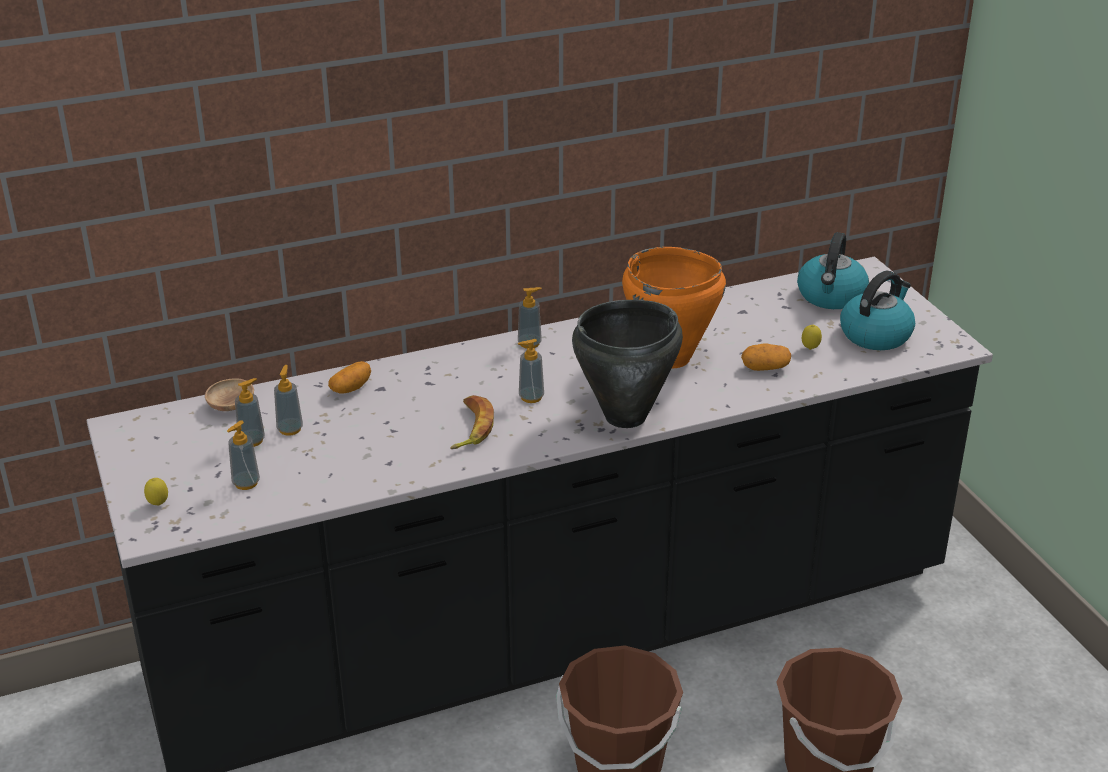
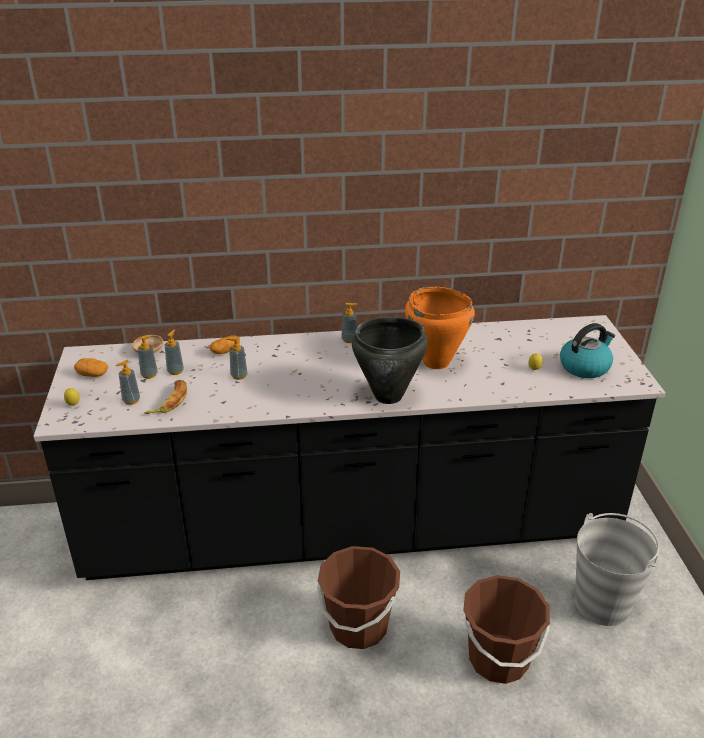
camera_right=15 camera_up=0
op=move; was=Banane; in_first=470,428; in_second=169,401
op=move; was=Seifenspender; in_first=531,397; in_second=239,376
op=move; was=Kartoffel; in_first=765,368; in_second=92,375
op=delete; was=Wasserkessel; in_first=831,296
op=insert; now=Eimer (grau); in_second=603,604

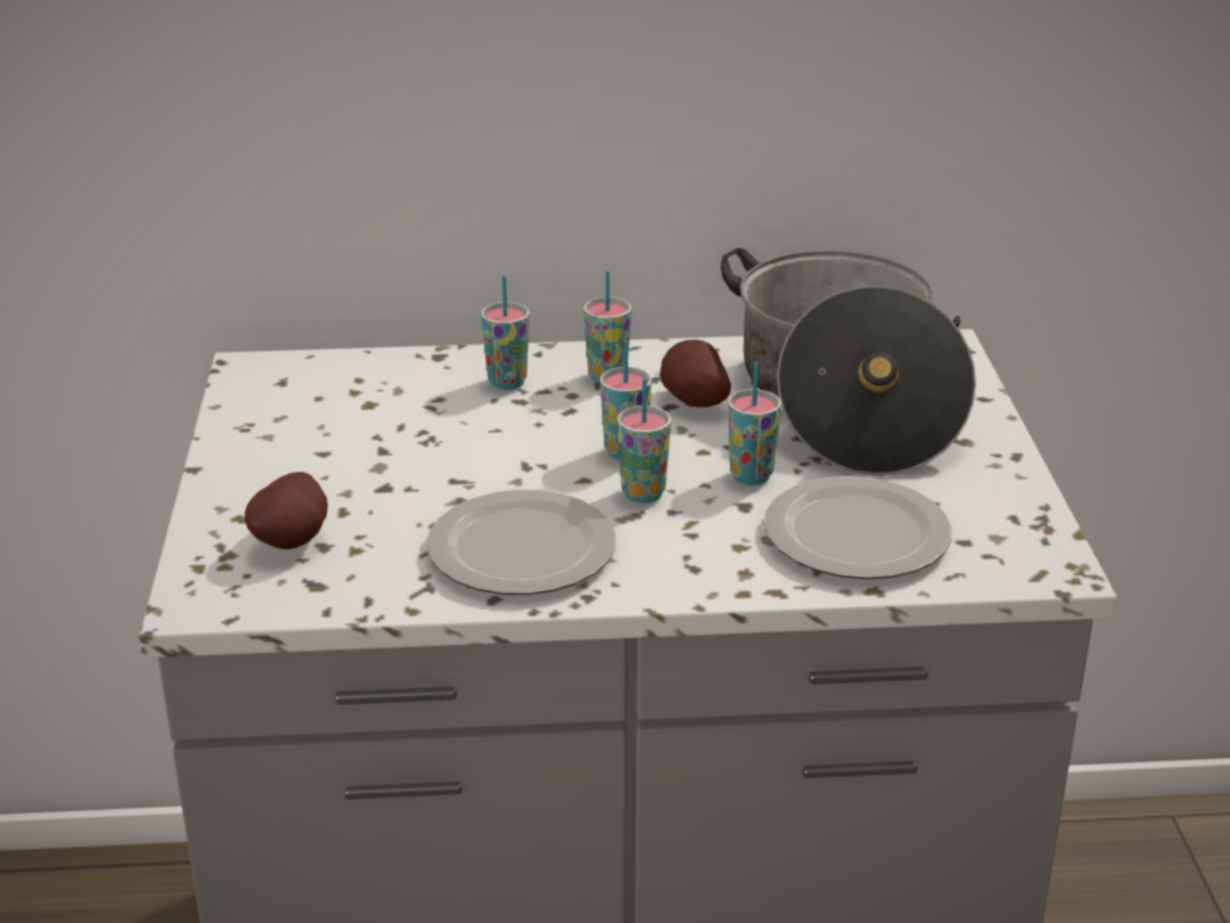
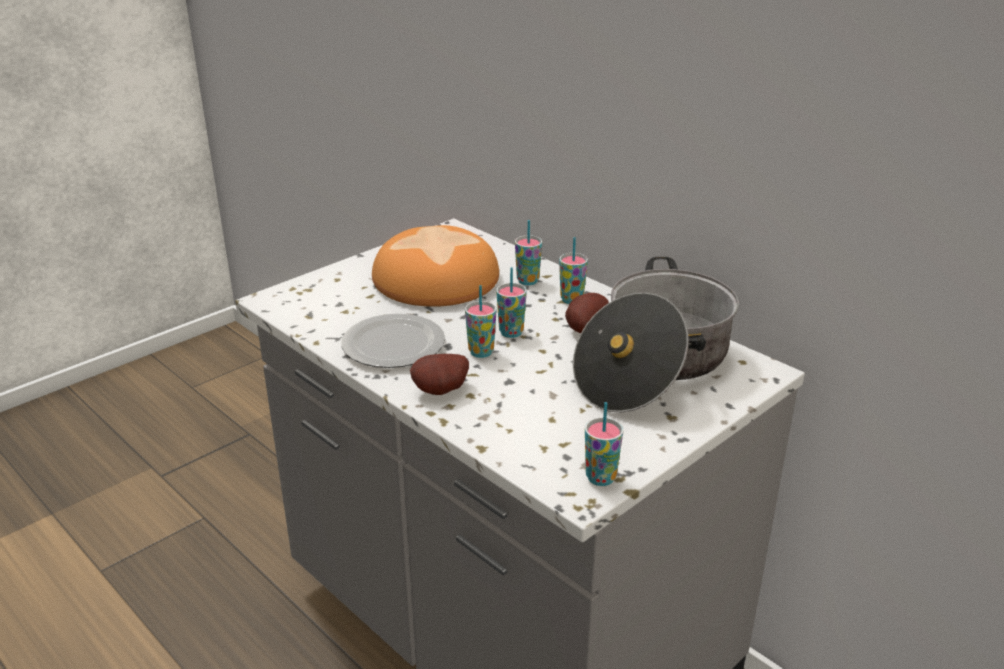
camera_right=50 camera_up=0
op=move; was=Kartoffel; in_first=295,542; in_second=442,392
op=move; was=Tasse; in_first=751,476; in_second=600,478
op=delete; was=Teller; in_first=855,537
op=insert; now=Brot; in_second=434,279

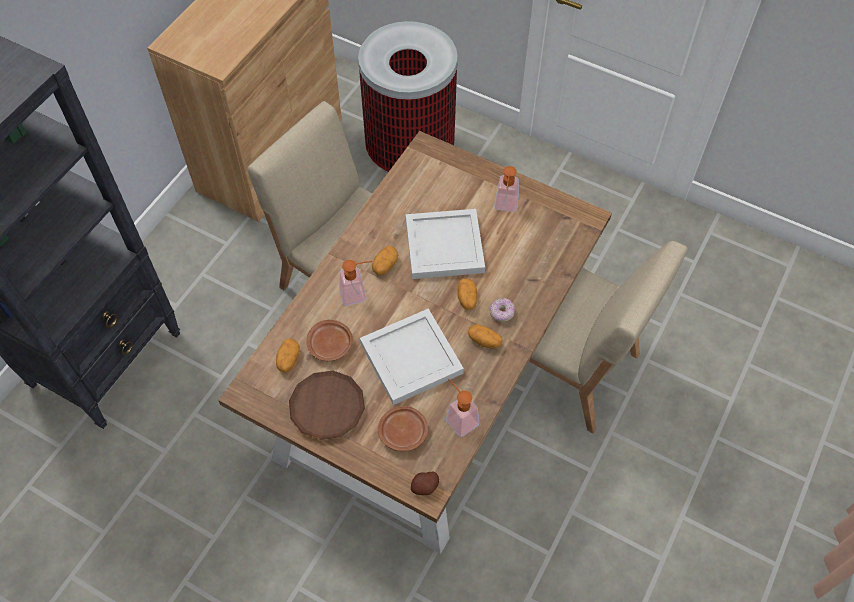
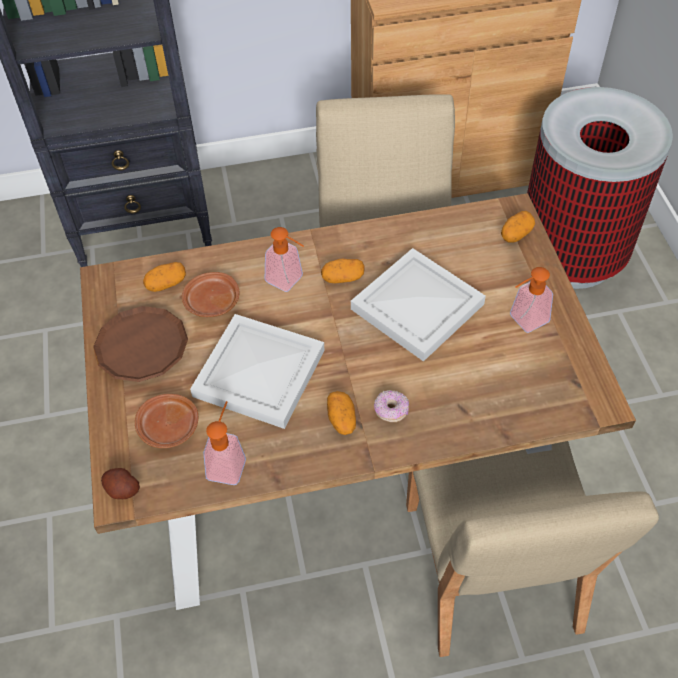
camera_right=50 camera_up=-5
op=move; was=Kartoffel; in_first=467,298; in_second=516,234

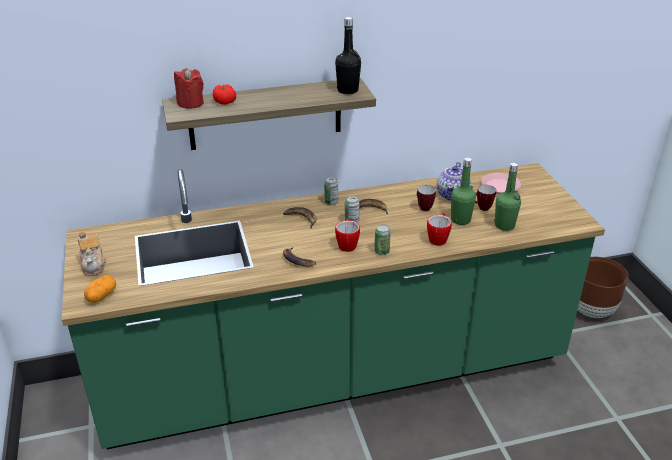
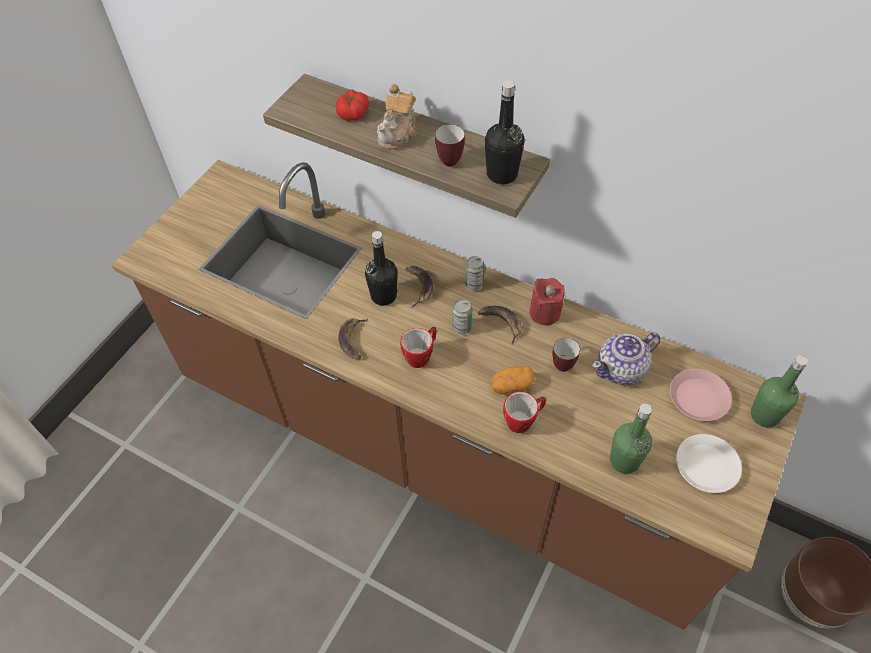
camera_right=45 camera_up=20
op=recolor; was=Küchenzeile (grün); now=Küchenzeile (braun); in_first=336,375; in_second=438,449
op=move; was=Teekanne; in_first=93,265; in_second=398,133
op=move; was=Kartoffel; in_first=101,296; in_second=511,386
op=move; was=Kerze (rot); in_first=190,103; in_second=545,312
op=delete; was=Dose; in_first=381,251
op=move; was=Flasche (grün); in_first=460,220; in_second=764,415
op=move; was=Henkelbecher; in_first=481,208; in_second=447,159
op=insert; now=Flasche (schwarz); in_second=383,296
op=insert; now=Teller (weiß); in_second=706,466

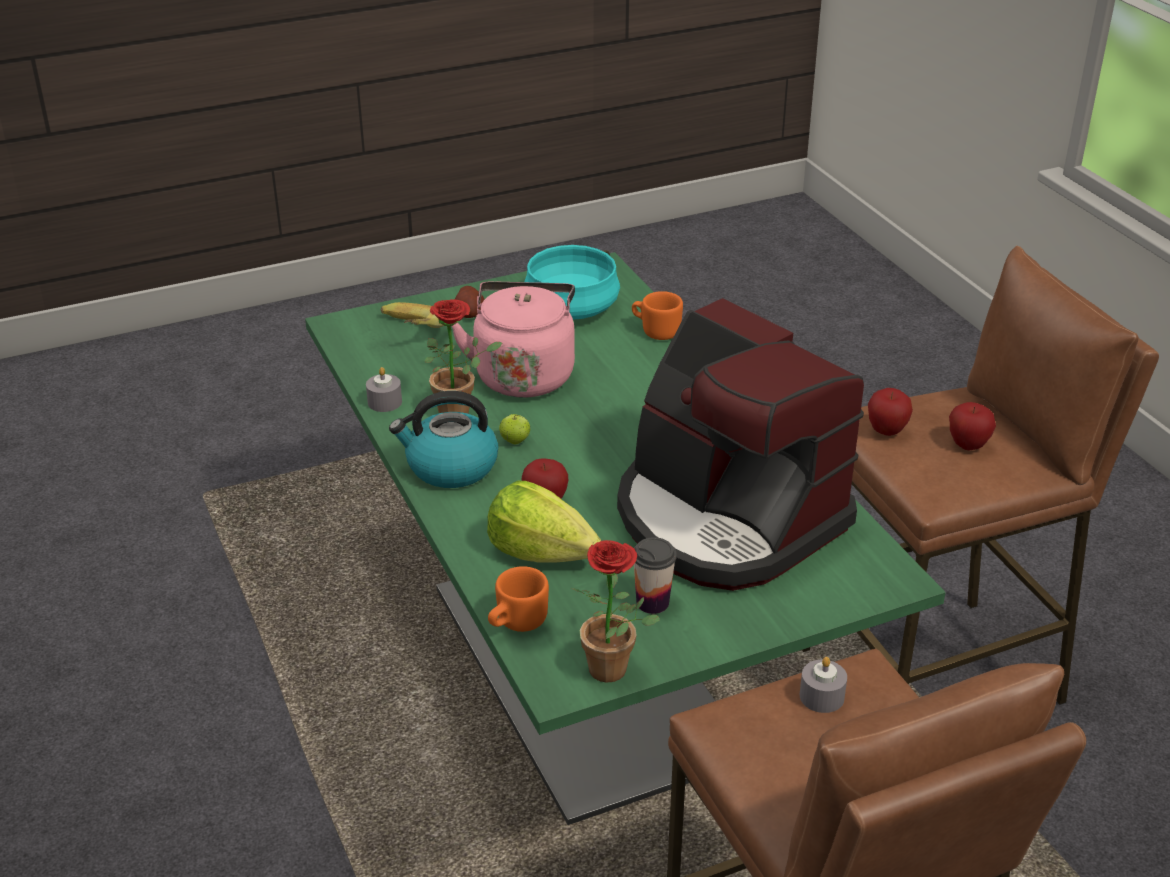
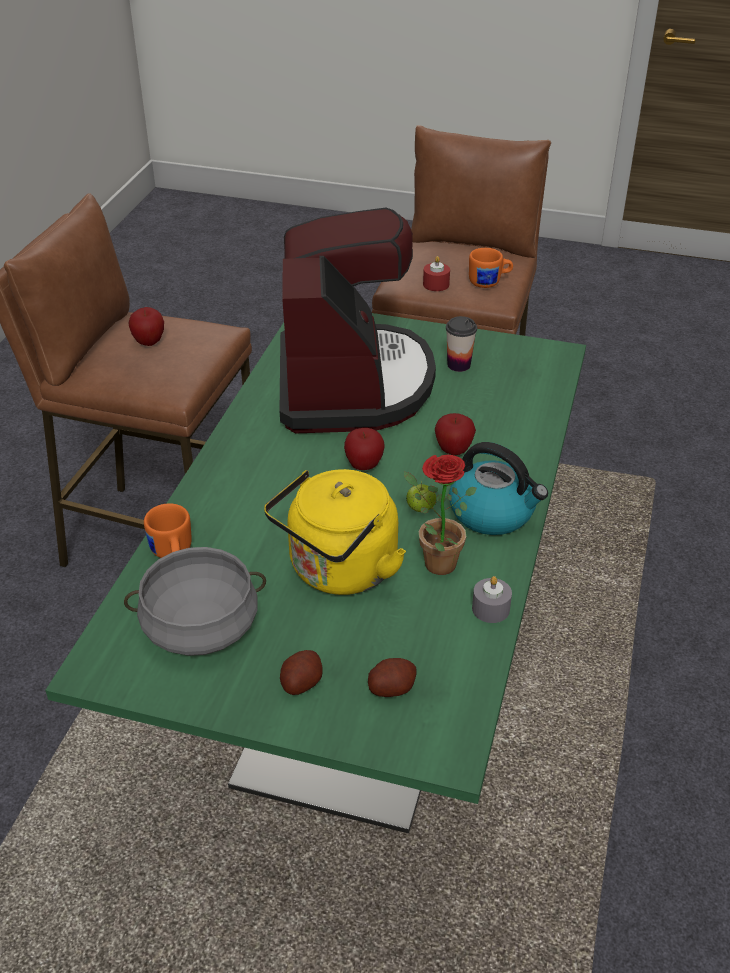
camera_right=-140 camera_up=5
op=replace; was=Banane; now=Kartoffel; in_first=408,335; in_second=391,688
op=recolor; was=Wasserkessel (rosa); now=Wasserkessel (gelb); in_first=524,374; in_second=339,571
op=delete; was=Salatkopf; in_first=540,552
op=move; was=Henkelbecher (orange); in_first=516,623; in_second=489,282
op=recolor; was=Kochtopf (türkis); now=Kochtopf (grau); in_first=572,309; in_second=201,626
op=delete; was=Topfpflanze; in_first=615,671
op=recolor; was=Kerze (grau); now=Kerze (rot); in_first=821,696; in_second=436,284
op=move; was=Apfel; in_first=886,431; in_second=364,466

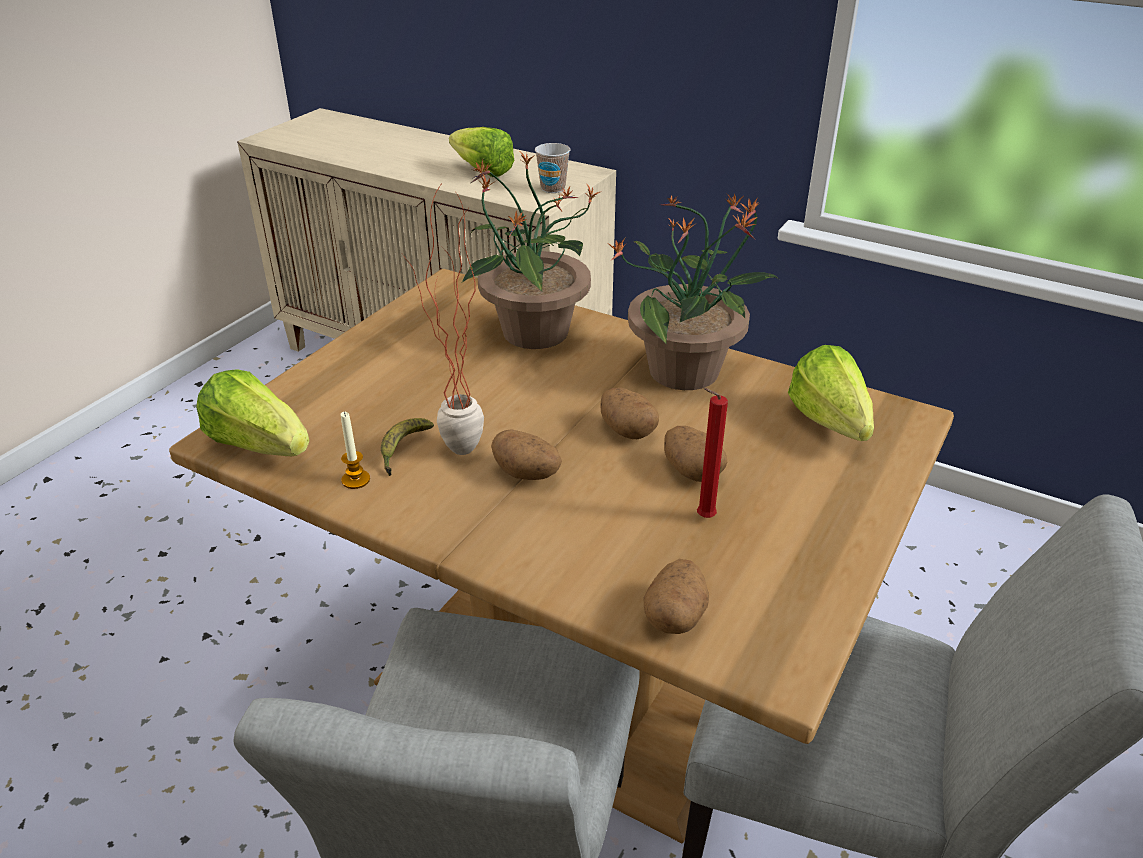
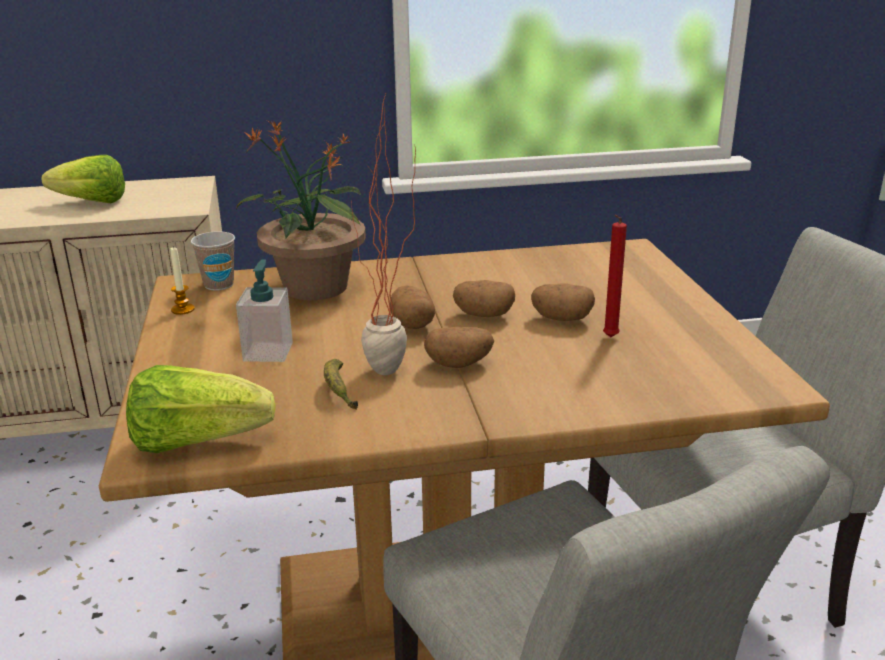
camera_right=-40 camera_up=-10
op=move; was=Kerze; in_first=356,480; in_second=183,309
op=move; was=Tasse; in_first=553,188; in_second=219,285
op=delete; was=Topfpflanze; in_first=686,371
op=move; was=Kartoffel; in_first=675,615; in_second=412,324
op=delete; was=Salatkopf; in_first=832,429
op=insert; now=Seifenspender; in_second=268,352

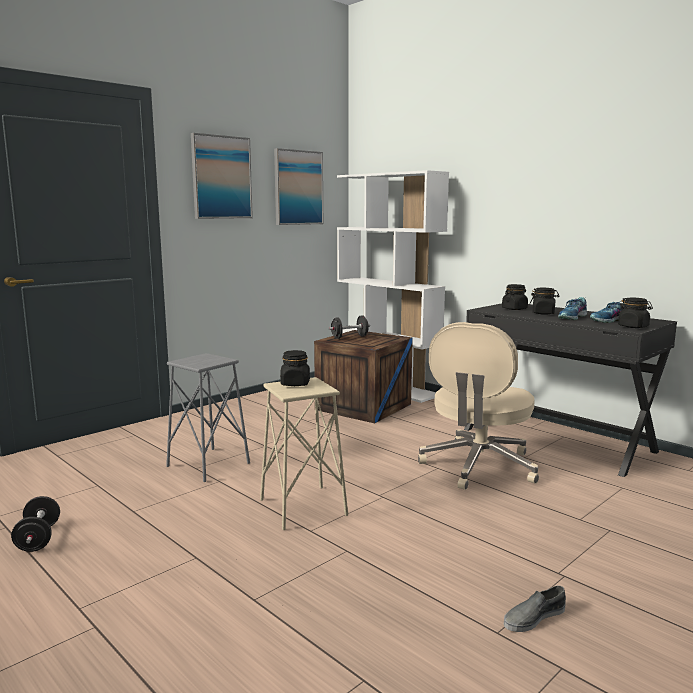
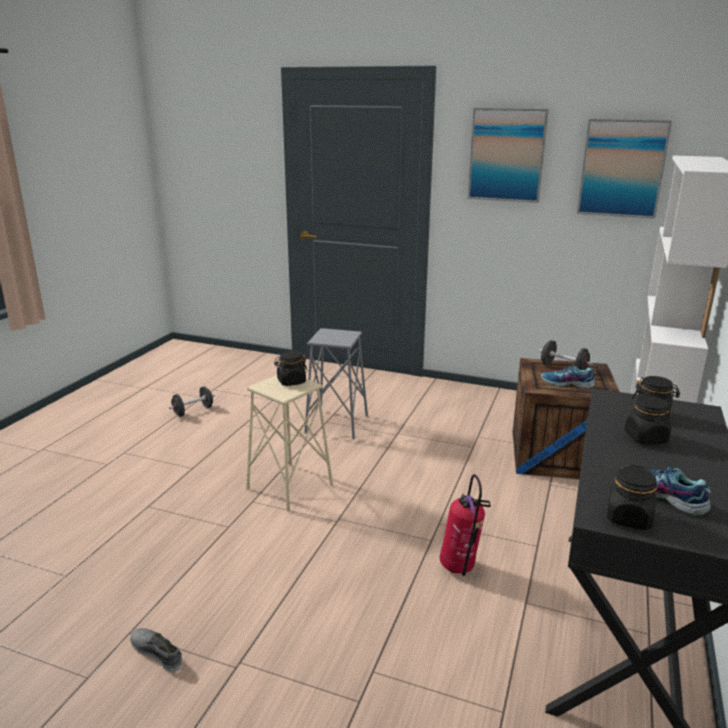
camera_right=65 camera_up=10
op=replace; was=Bürostuhl (beige); now=Feuerlöscher; in_first=478,466; in_second=460,568
op=move; was=Schuh; in_first=573,317; in_second=567,384

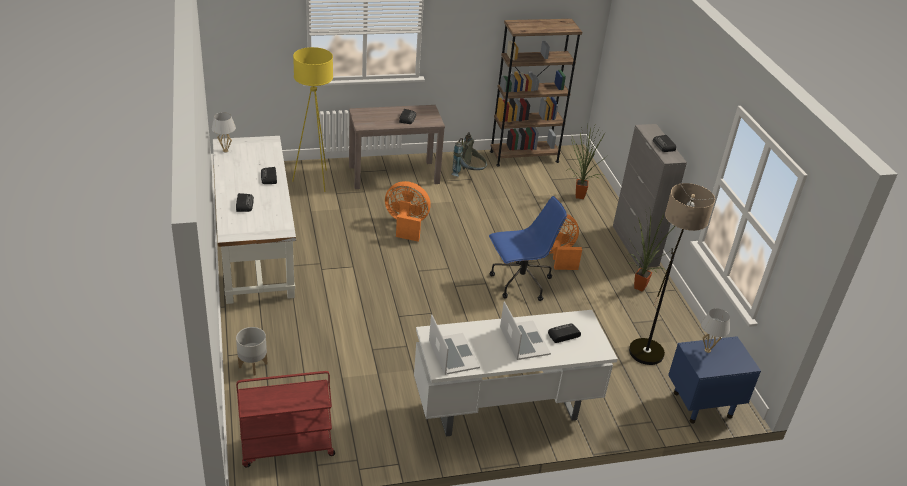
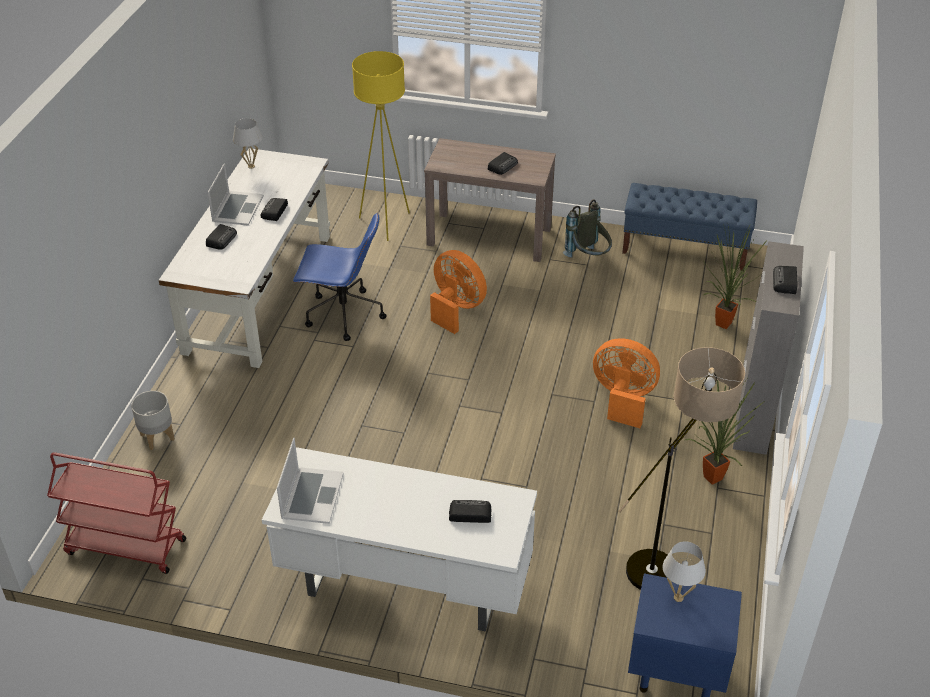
camera_right=30 camera_up=5
op=move; was=Bürostuhl (blau); in_first=520,283; in_second=342,315
op=replace; was=Bücherregal (braun); now=Bank (blau); in_first=524,157; in_second=685,248
op=move; was=Laptop; in_first=524,340; in_second=237,208

